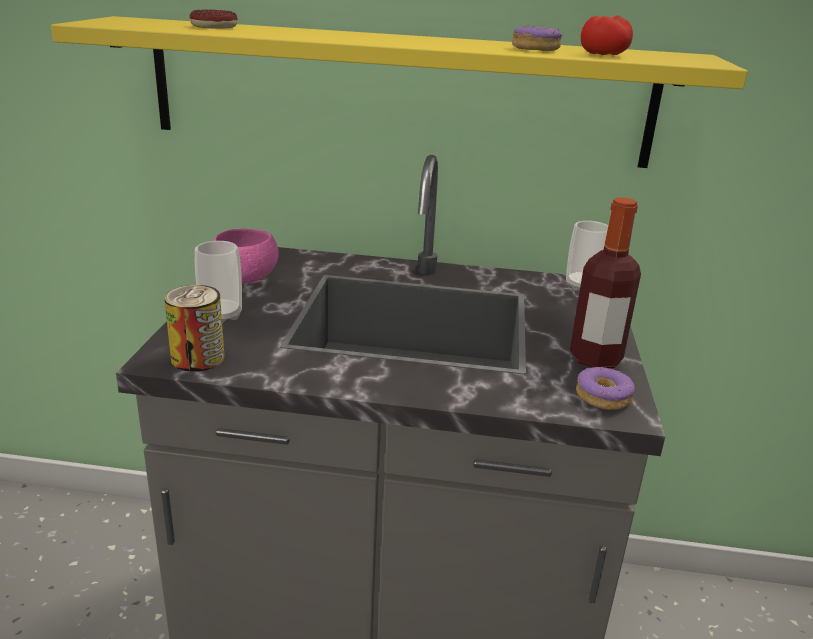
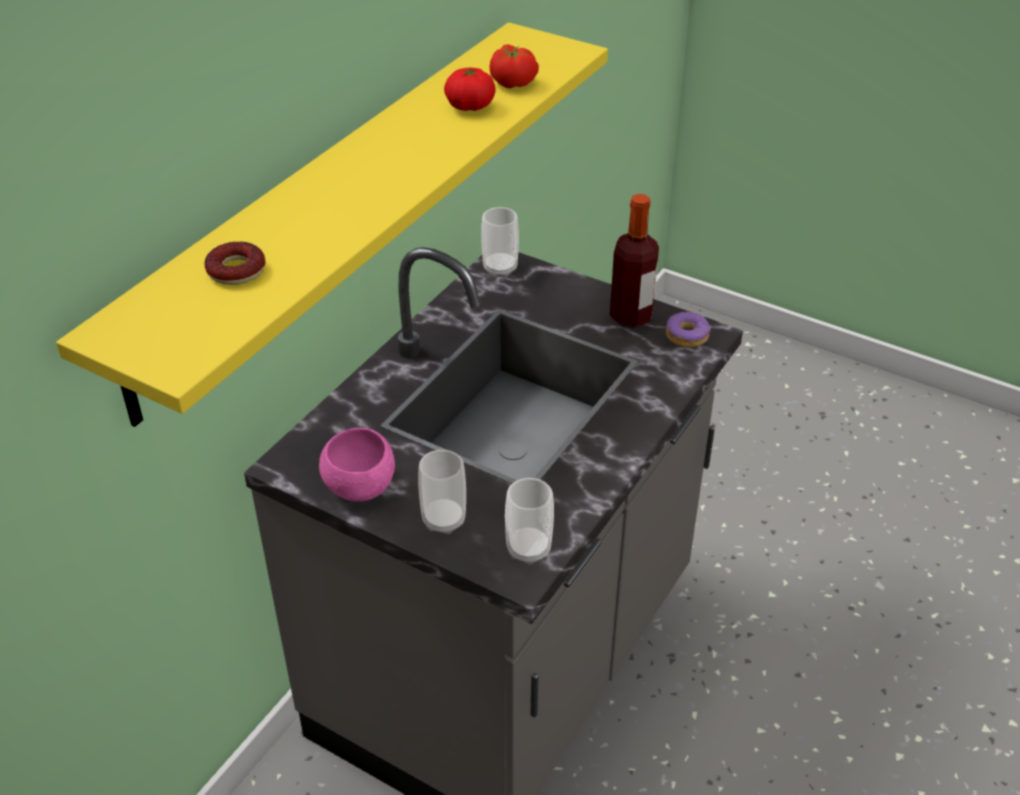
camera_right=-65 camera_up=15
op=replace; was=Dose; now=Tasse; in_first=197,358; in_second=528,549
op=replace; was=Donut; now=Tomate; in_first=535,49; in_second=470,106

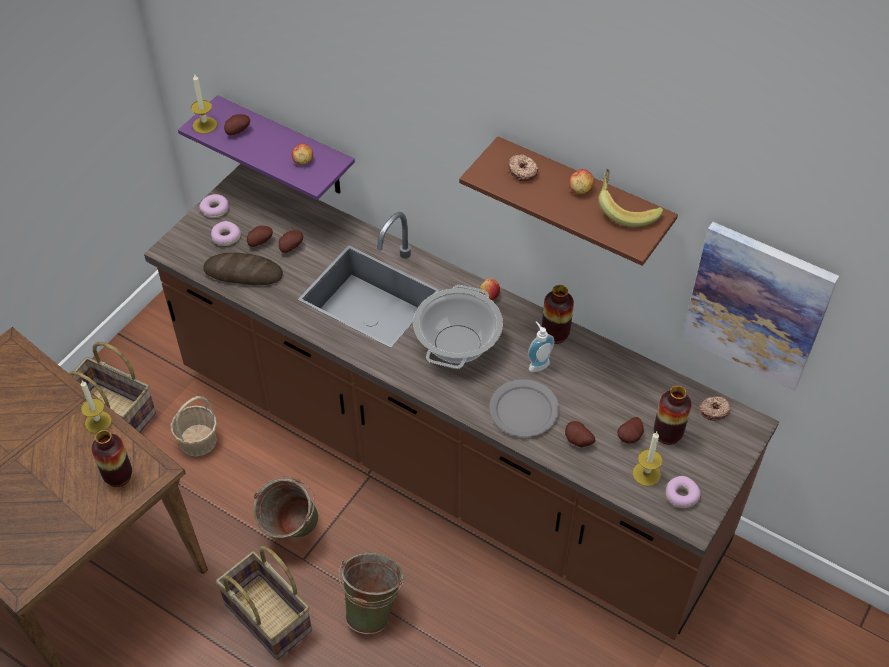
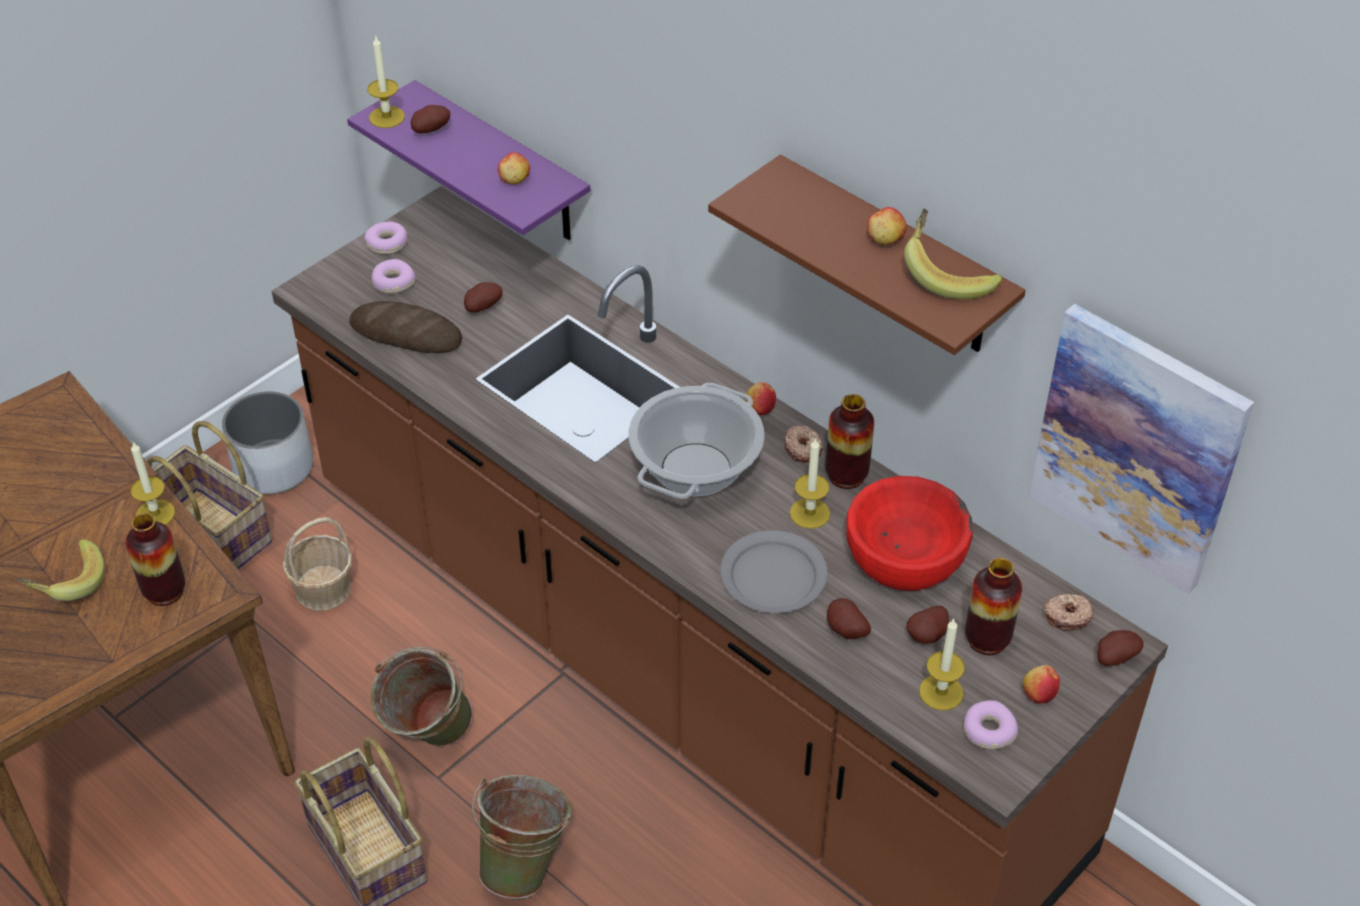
camera_right=10 camera_up=-5
op=move; was=Kartoffel; in_first=259,242; in_second=1114,657
op=move; was=Donut; in_first=523,171; in_second=803,448
op=replace; was=Seifenspender; now=Kerze; in_first=537,364; in_second=809,513
op=insert; now=Banane; in_second=66,583
op=insert; now=Pflanzkübel (weiß); in_second=274,467
op=insert; now=Schüssel (rot); in_second=905,556
op=insert; now=Apfel; in_second=1039,693

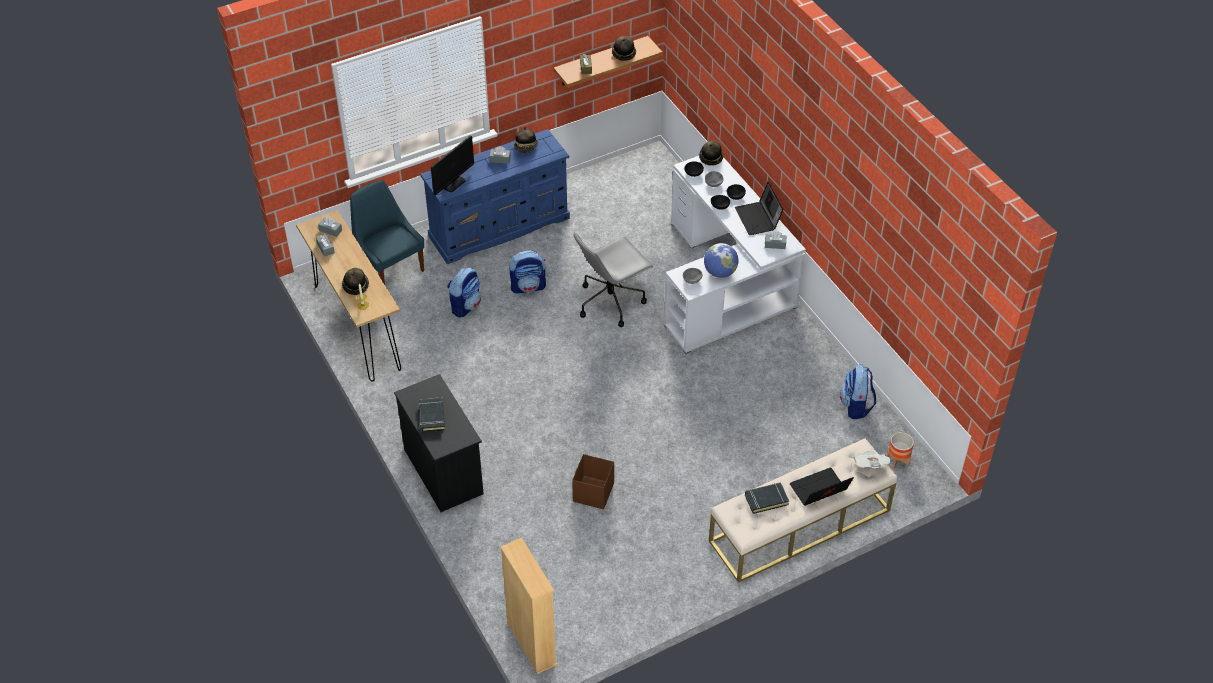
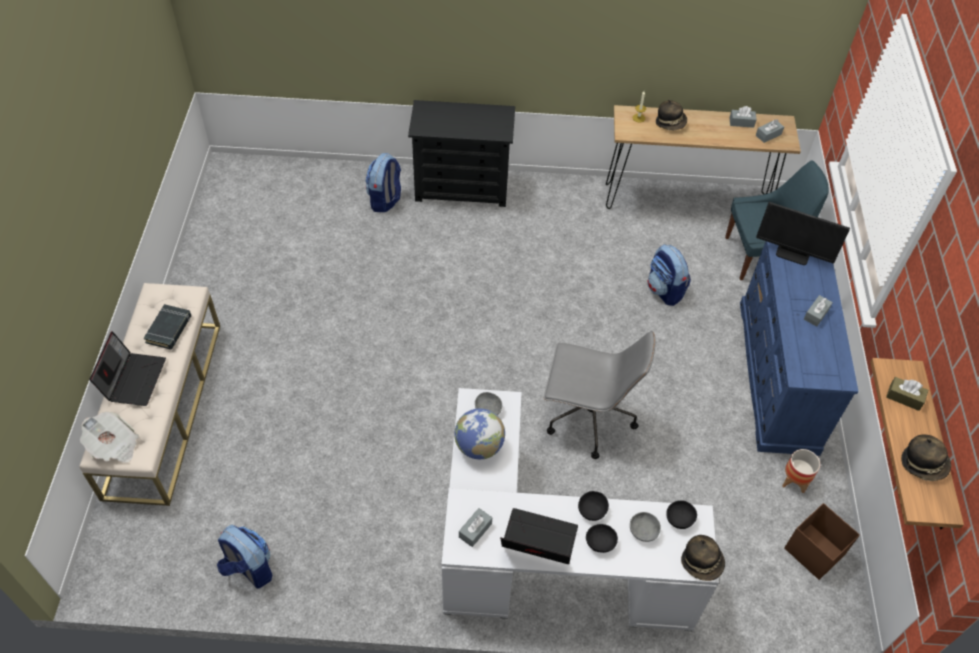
camera_right=120 camera_up=5
op=delete; was=Buch (schwarz); in_first=432,417
op=rotate; was=Monitor; in_first=453,183; in_second=793,253; clockwise=-45
op=delete; was=Bücherregal (beige); in_first=531,643
op=move; was=Rucksack; in_first=528,286; in_second=385,200
op=delete; was=Hut; in_first=526,147
op=move; was=Aufbewahrungsbox (braun); in_first=593,493; in_second=813,550
op=rotate; was=Bürostuhl (grau); in_first=611,301; in_second=587,418; clockwise=105
op=move; was=Pflanzkübel; in_first=898,460; in_second=794,481

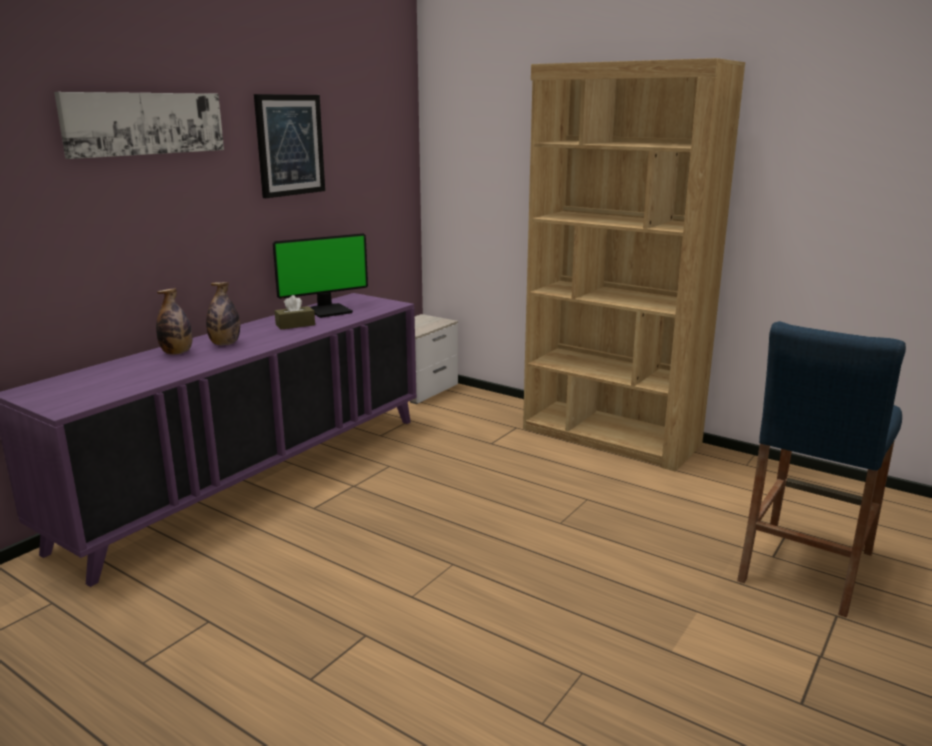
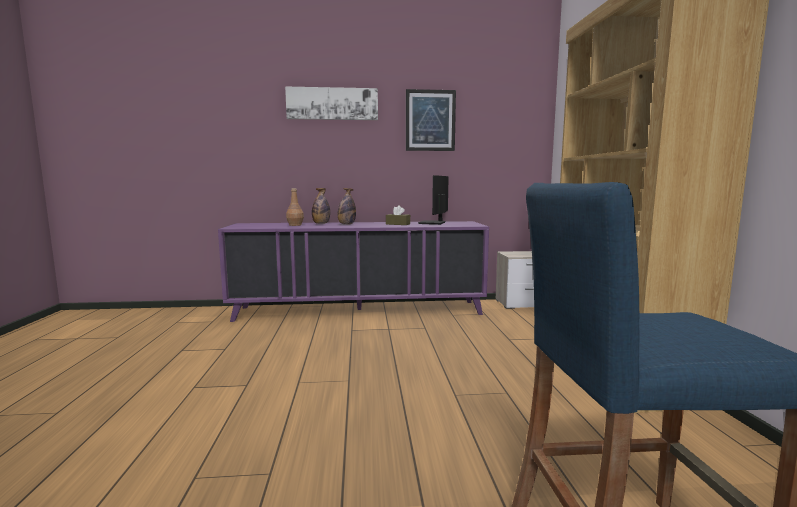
camera_right=50 camera_up=-10
op=rotate; was=Monitor; in_first=329,311; in_second=433,223; clockwise=90
op=insert; now=Flasche (braun); in_second=295,225

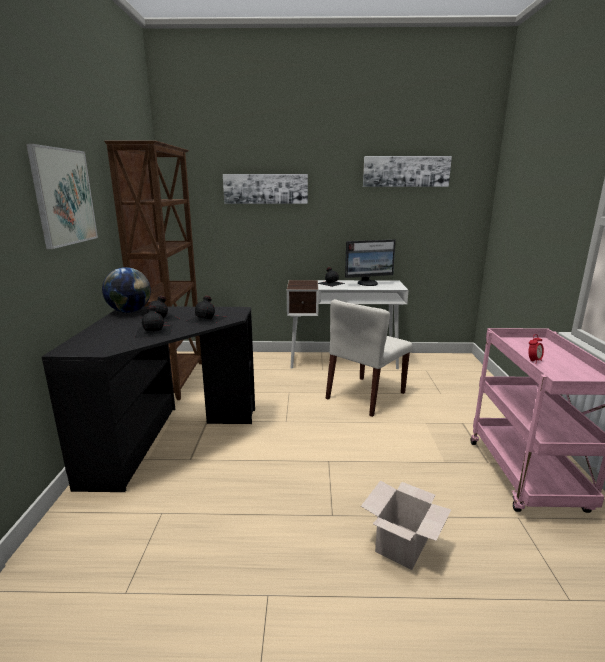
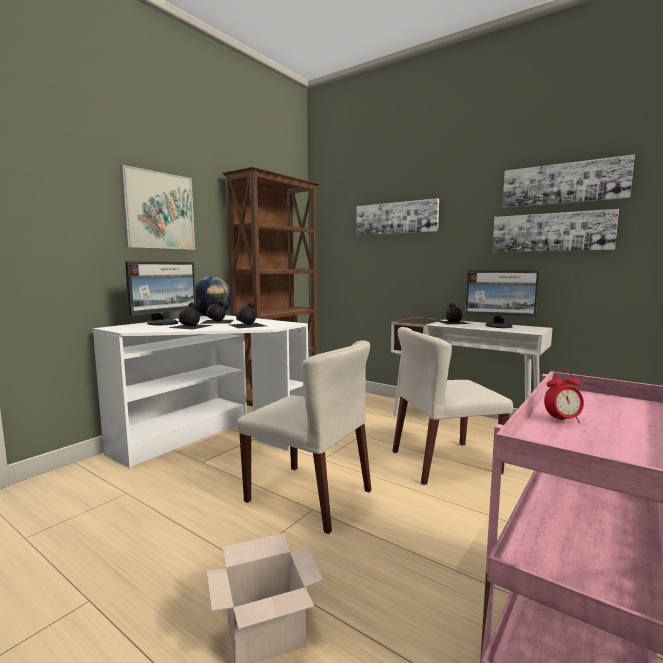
camera_right=35 camera_up=-10
op=recolor; was=Schreibtisch (schwarz); now=Schreibtisch (weiß); in_first=168,438; in_second=211,441
op=insert; now=Monitor; in_second=164,323
op=insert; now=Stuhl (beige); in_second=310,496
op=insert; now=Bild; in_second=551,232

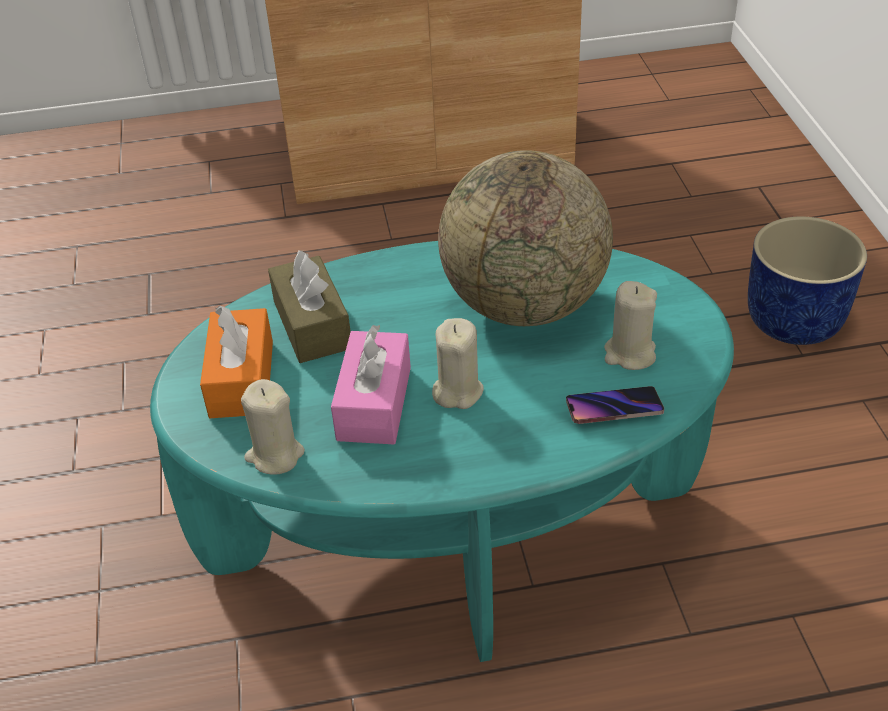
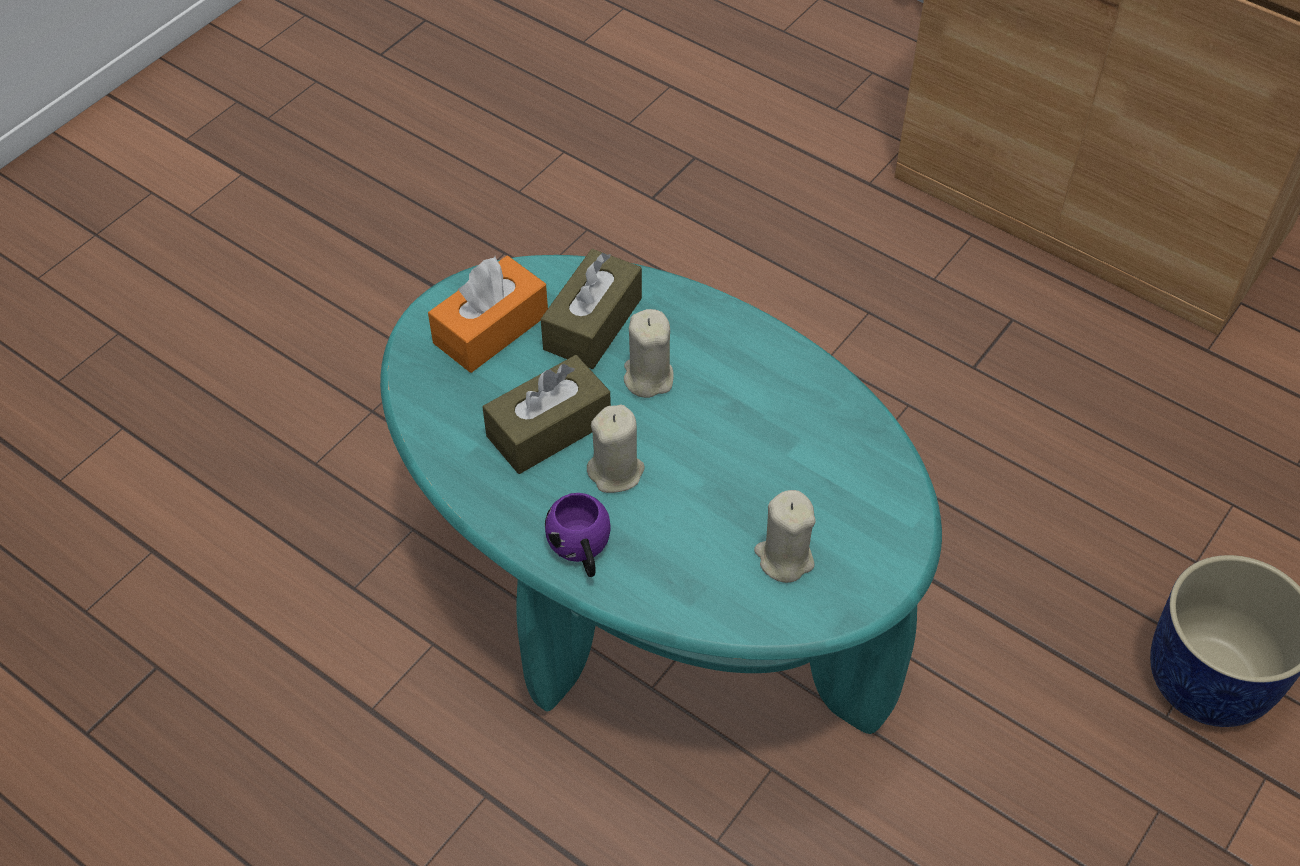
camera_right=45 camera_up=10
op=move; was=Kerze (beige); in_first=275,455; in_second=648,377
op=recolor; was=Taschentuchbox (rosa); now=Taschentuchbox (braun); in_first=374,403; in_second=549,429
op=delete; was=Globus; in_first=524,305
op=delete; was=Handy; in_first=614,409
op=insert; now=Henkelbecher (lila); in_second=582,553

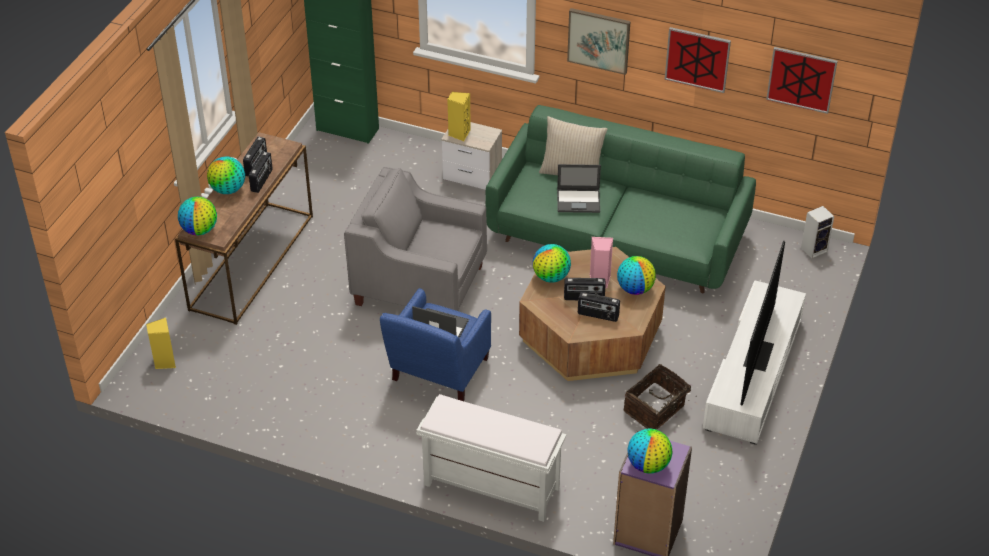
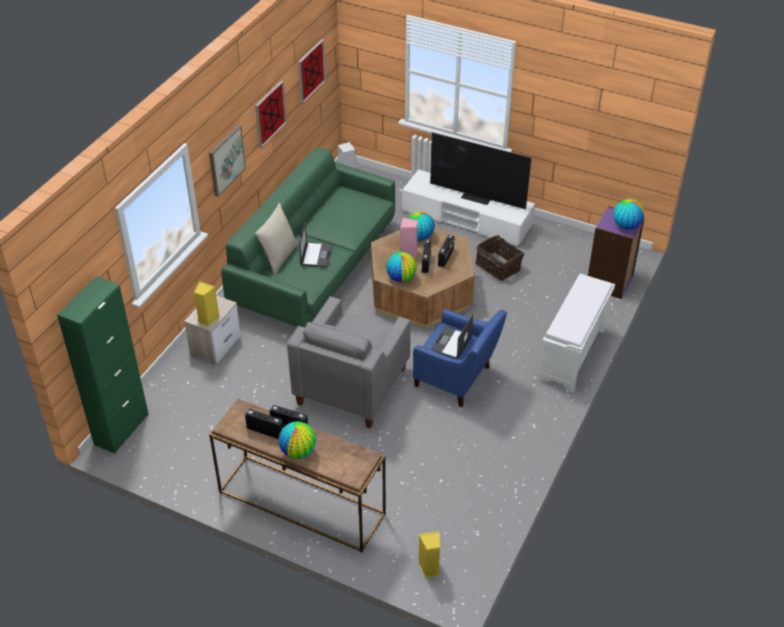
camera_right=-85 camera_up=0
op=delete; was=Globus; in_first=200,230

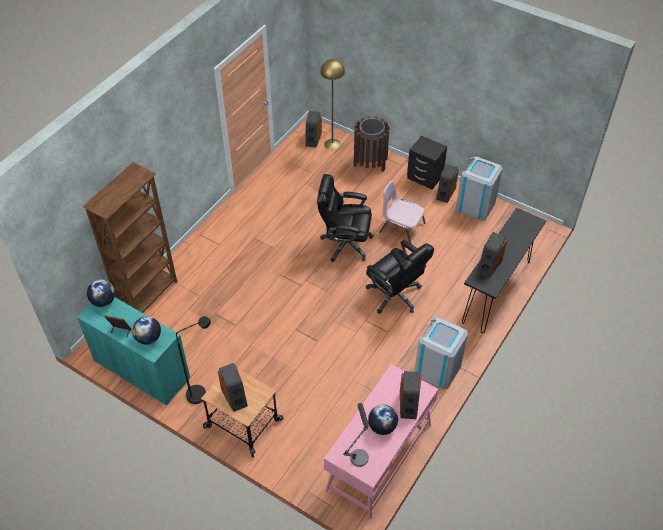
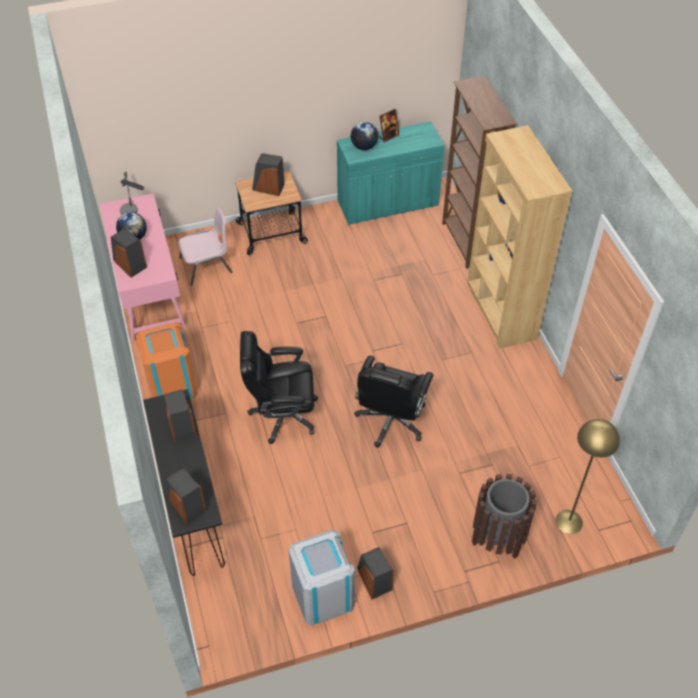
camera_right=130 camera_up=0
op=delete; was=Globus; in_first=103,301
op=delete; was=Stehlampe (schwarz); in_first=201,392
op=move; was=Lautsprecher; in_first=313,139; in_second=186,505
op=rotate; was=Bürostuhl (schwarz); in_first=345,243; in_second=391,421; clockwise=150
op=move; was=Stuhl (rosa); in_first=401,228; in_second=206,265
op=delete; was=Nachttisch (schwarz); in_first=425,177
op=recolor; was=Mülleimer (grau); now=Mülleimer (orange); in_first=437,369; in_second=172,386
op=insert; now=Bücherregal (braun); in_second=500,311

